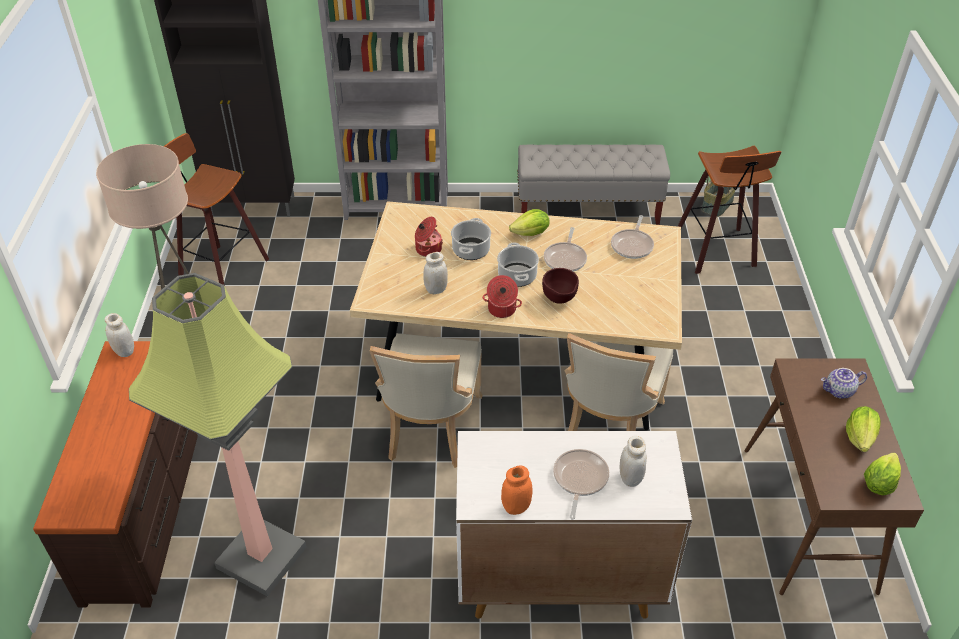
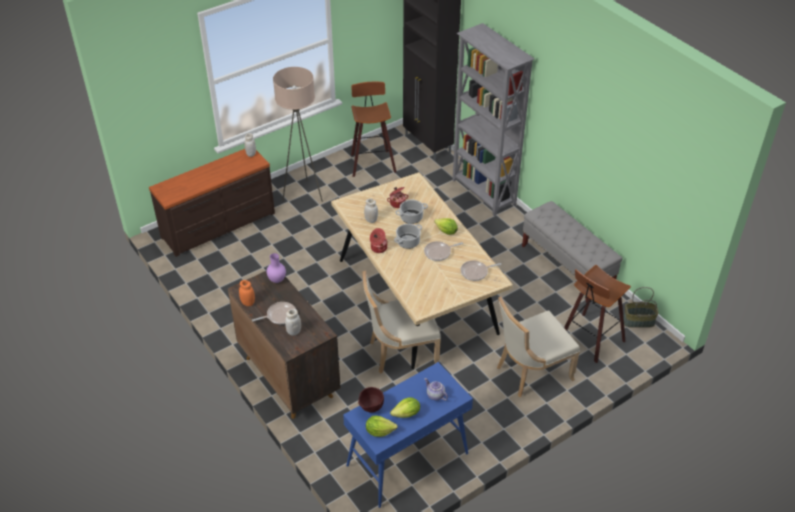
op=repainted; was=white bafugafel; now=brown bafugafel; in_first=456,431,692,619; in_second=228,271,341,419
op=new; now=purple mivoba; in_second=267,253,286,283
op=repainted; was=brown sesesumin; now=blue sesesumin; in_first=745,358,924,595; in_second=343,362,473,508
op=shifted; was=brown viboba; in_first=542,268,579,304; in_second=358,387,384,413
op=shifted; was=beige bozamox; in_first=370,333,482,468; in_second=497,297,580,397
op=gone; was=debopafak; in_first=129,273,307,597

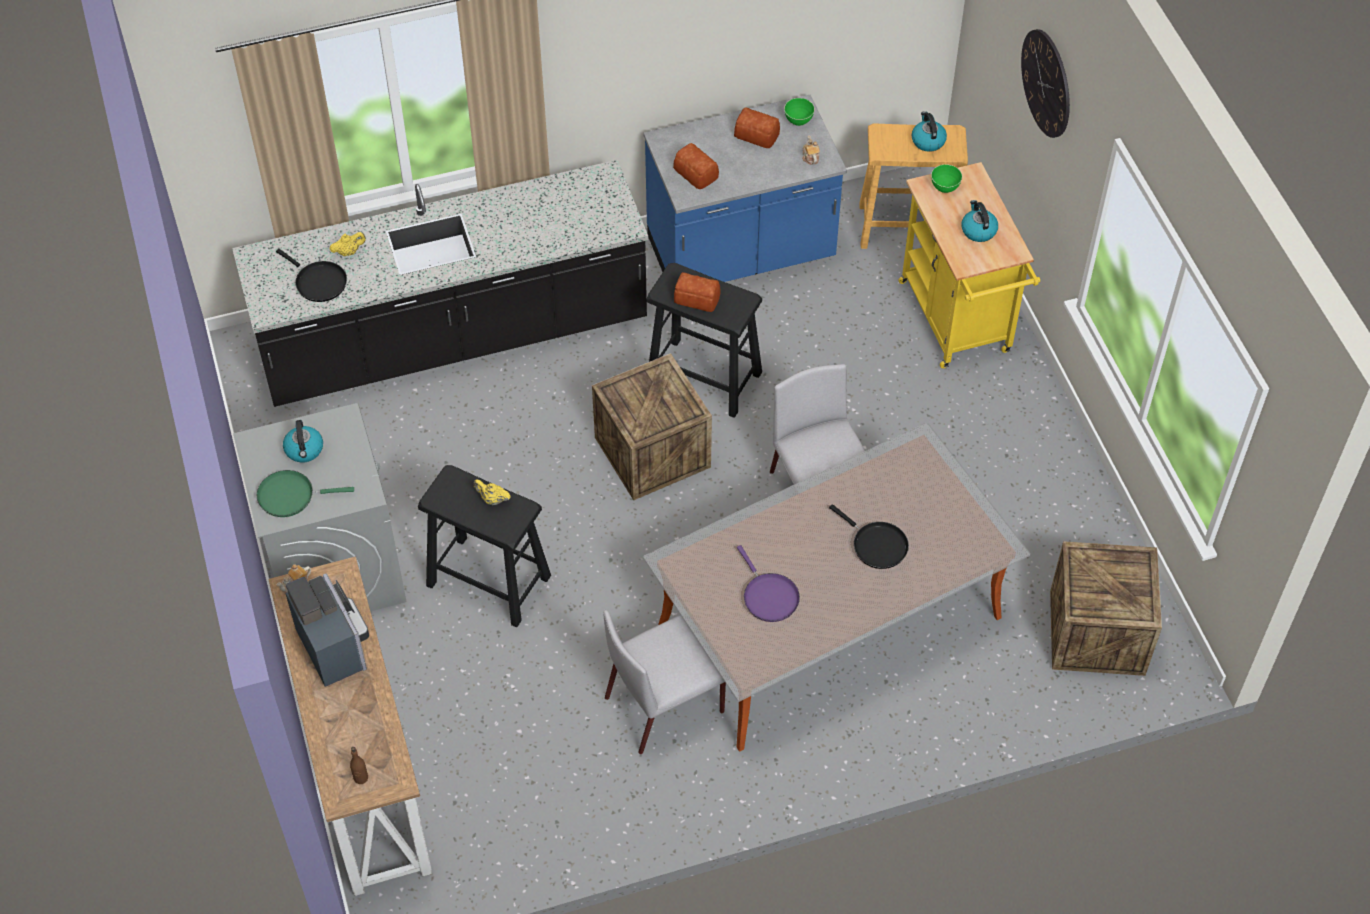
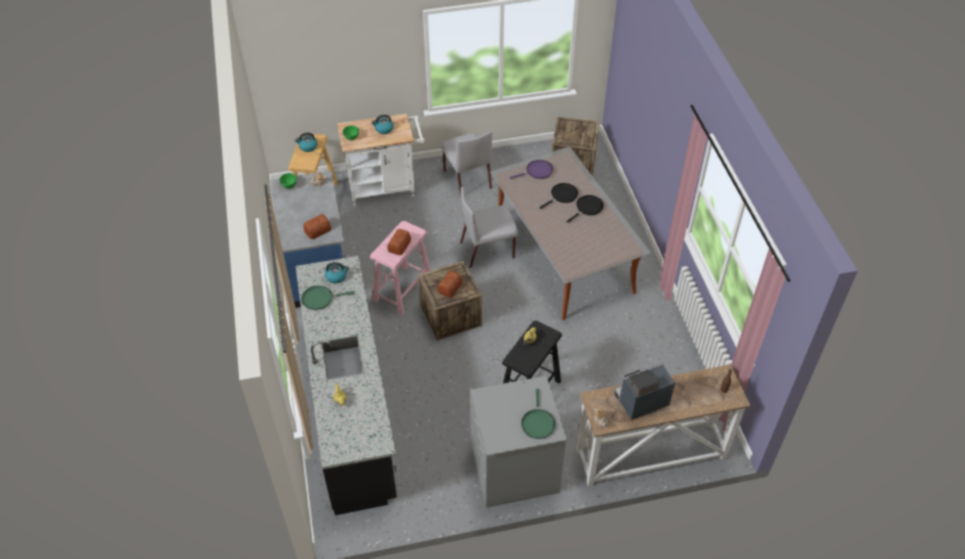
op=new; now=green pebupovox; in_second=301,286,354,310
op=shifted; was=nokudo; in_first=283,420,323,463; in_second=325,262,349,283
op=repainted; was=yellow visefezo; now=white visefezo; in_first=898,162,1040,369; in_second=337,114,425,206
op=repainted; was=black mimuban; now=pink mimuban; in_first=647,263,762,418; in_second=370,221,431,315
op=shifted; was=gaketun; in_first=734,107,780,148; in_second=437,270,462,298
op=shifted; was=grey bozamox; in_first=603,610,726,754; in_second=441,131,492,198
op=shifted; was=purple pebupovox; in_first=737,545,800,622; in_second=509,160,553,179
op=shifted; was=black pebupovox; in_first=276,249,347,302; in_second=566,195,604,223
op=gone; was=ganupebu; in_first=1021,29,1070,138

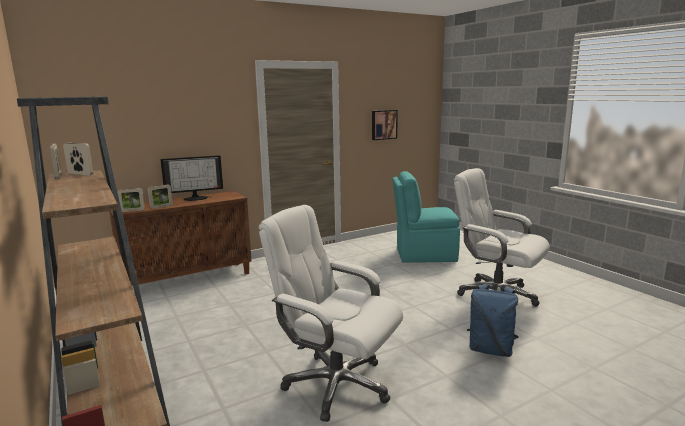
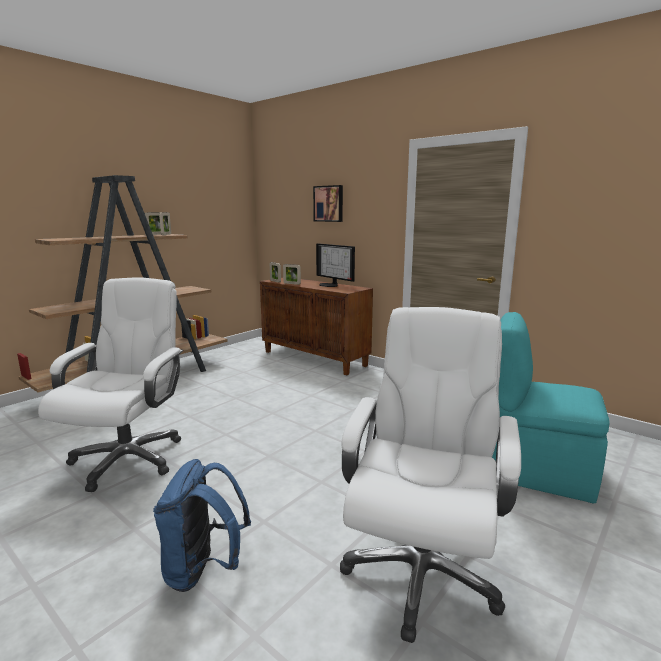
op=shifted; was=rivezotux; in_first=372,110,398,140; in_second=313,185,343,222
op=rotated; was=turquoise bozamox; in_first=392,171,460,263; in_second=492,312,610,504; clockwise=-45

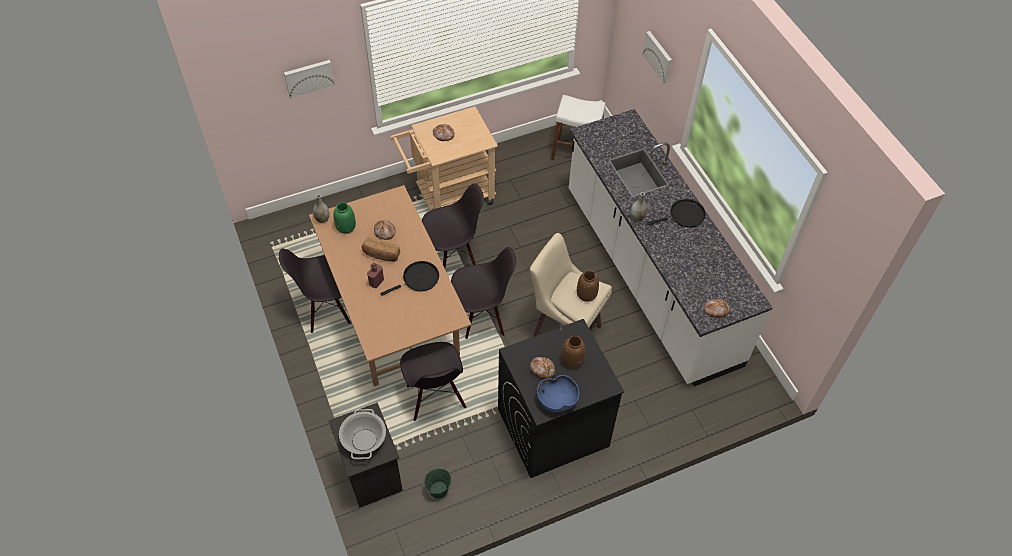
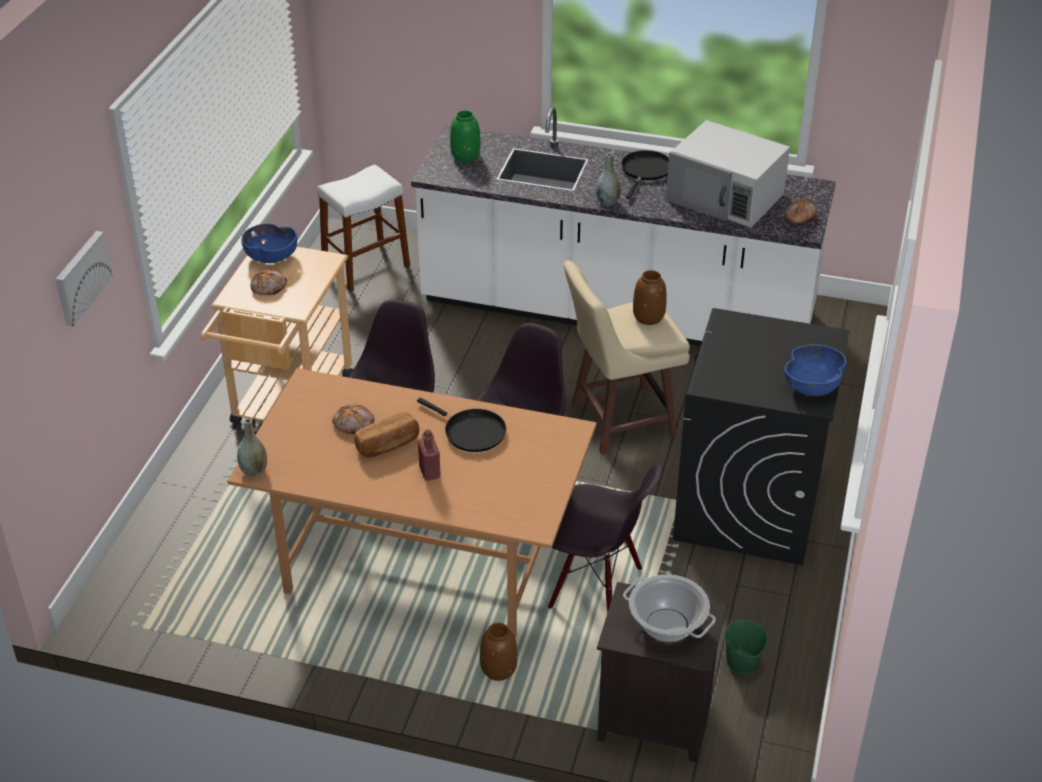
op=new; now=blue viboba; in_second=241,223,297,263
op=rotated; was=black pebupovox; in_first=380,261,439,296; in_second=417,398,506,452; clockwise=120
op=shifted; was=green mivoba; in_first=333,202,356,234; in_second=450,110,481,162
op=shifted; was=brown mivoba; in_first=561,336,586,369; in_second=480,623,517,681
op=new; now=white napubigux; in_second=666,120,790,227
op=gone; was=black bozamox; in_first=279,249,351,333
op=gone; was=gaketun; in_first=530,357,555,379
op=gone; was=rivezotux; in_first=642,31,672,83

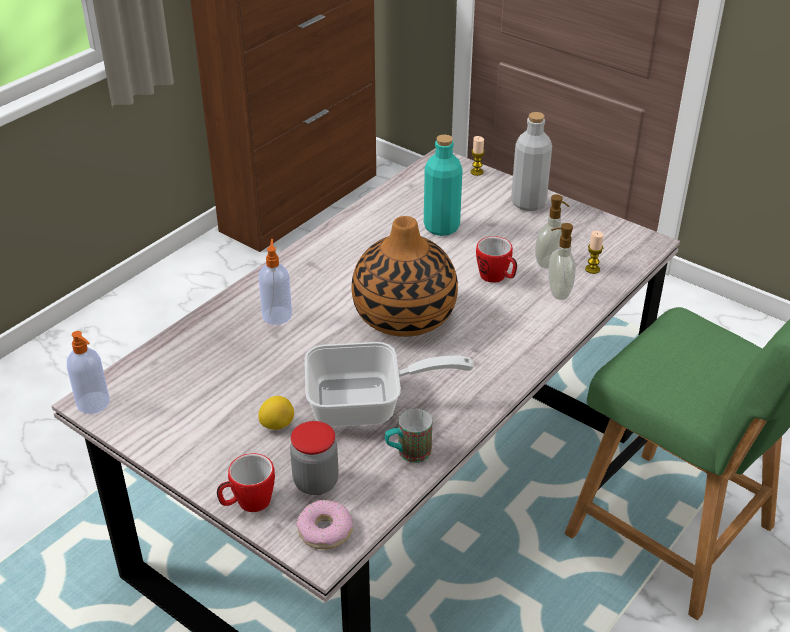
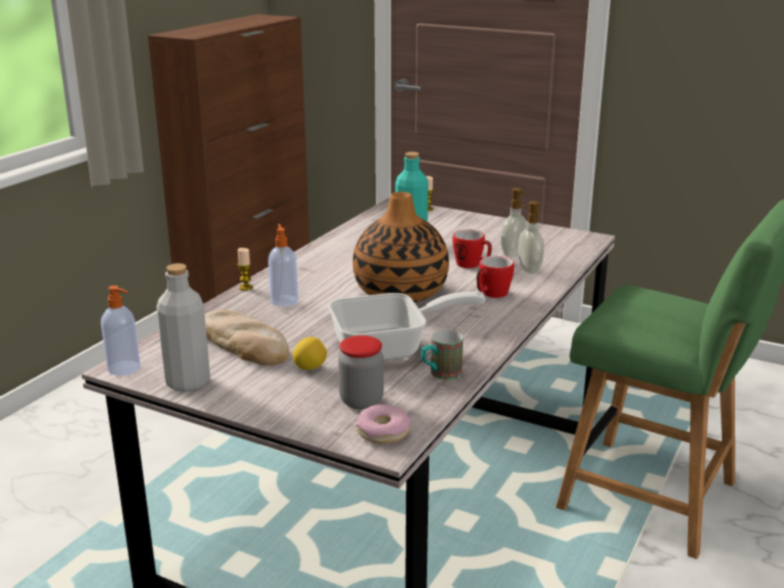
op=shifted; was=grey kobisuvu; in_first=511,112,552,211; in_second=157,263,210,392
op=new; now=gaketun; in_second=205,310,289,366
op=shifted; was=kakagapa; in_first=585,231,604,274; in_second=237,248,253,291
op=shifted; was=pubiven; in_first=217,453,275,512; in_second=477,256,514,298

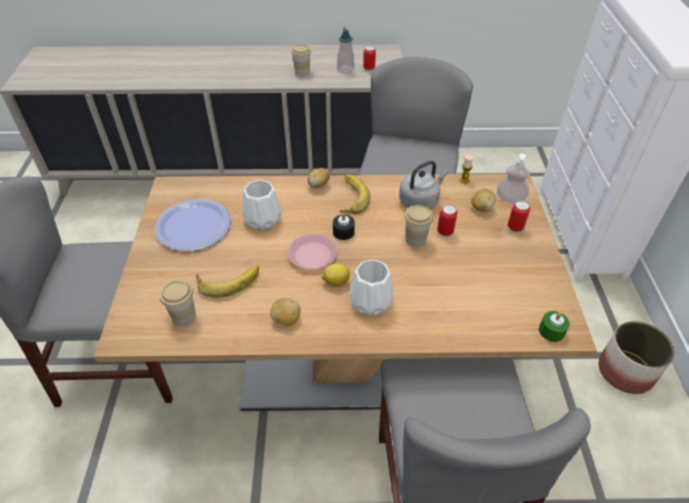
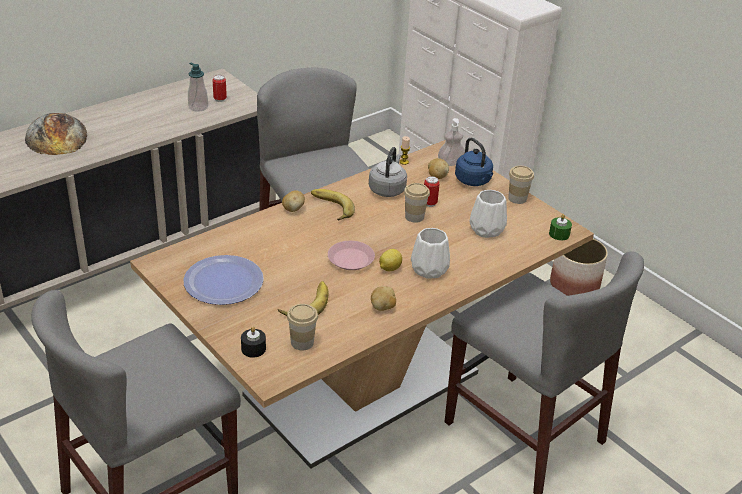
op=new; now=gaketun; in_second=25,113,87,155
op=shifted; was=black kakagapa; in_first=333,213,355,240; in_second=241,327,266,358
op=swapped; was=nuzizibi; now=blue nokudo; in_first=508,201,530,233; in_second=455,138,493,186
op=shifted; was=white mivoba; in_first=243,180,282,230; in_second=470,190,507,238
op=shifted; was=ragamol; in_first=291,44,311,77; in_second=508,166,534,204

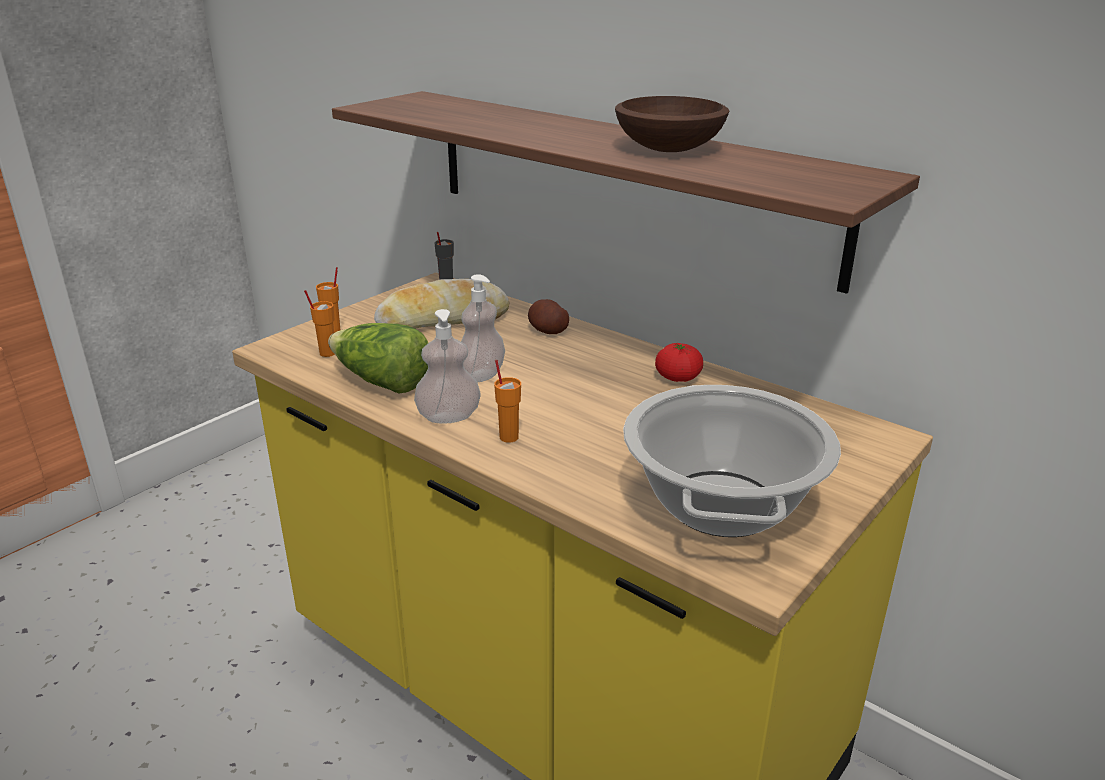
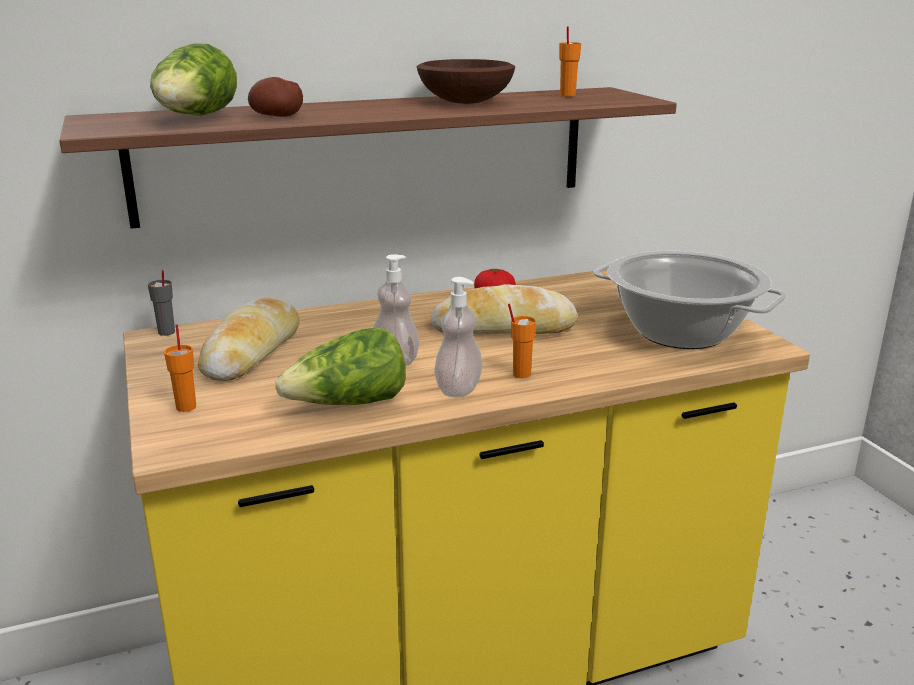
op=new; now=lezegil; in_second=150,43,237,116
op=shifted; was=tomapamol; in_first=528,299,569,334; in_second=248,77,303,117
op=new; now=gaketun; in_second=431,284,578,334
op=shifted; was=orange ragamol; in_first=304,290,335,357; in_second=559,26,581,97

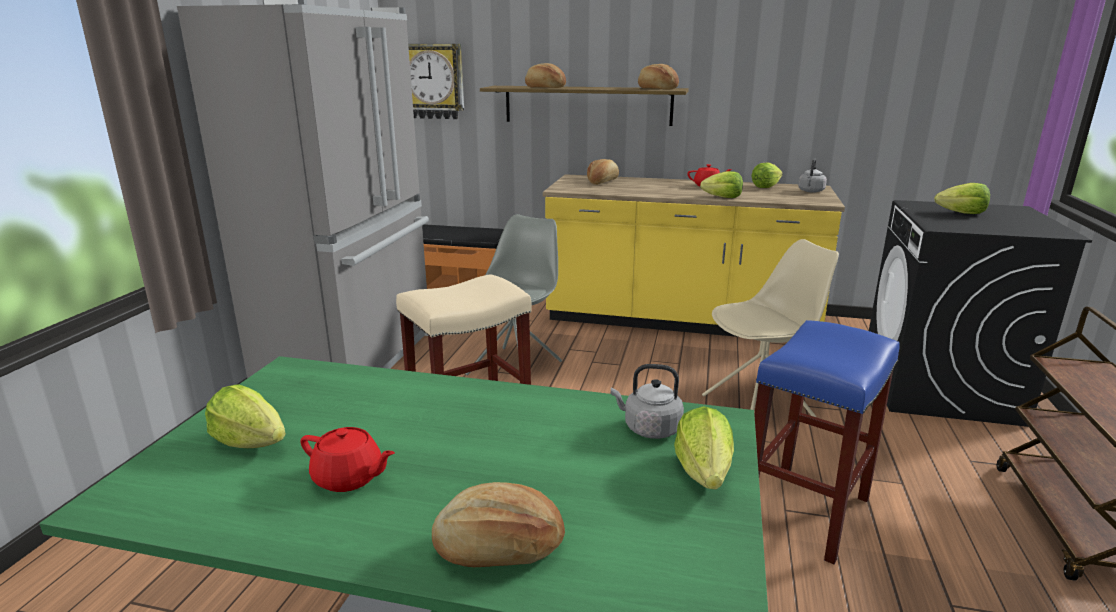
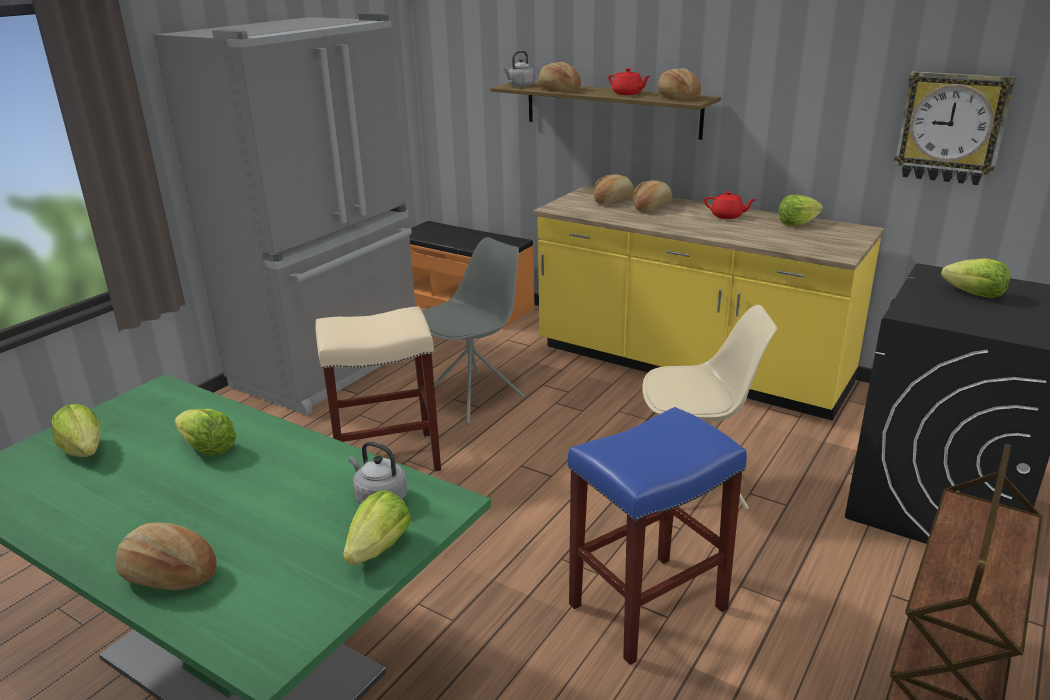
op=shifted; was=lezegil; in_first=700,171,743,198; in_second=174,409,237,456
op=shifted; was=grey nokudo; in_first=798,158,827,193; in_second=504,51,535,87
op=shifted; was=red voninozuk; in_first=300,427,395,492; in_second=608,68,650,95
op=new; now=gaketun; in_second=633,180,672,212
op=shifted; was=ganupebu; in_first=408,44,464,119; in_second=894,71,1016,185

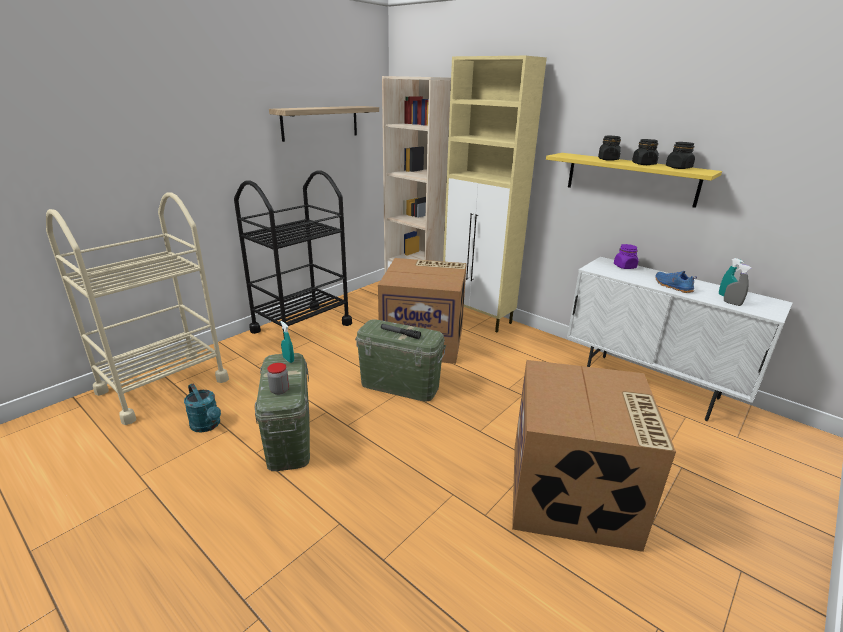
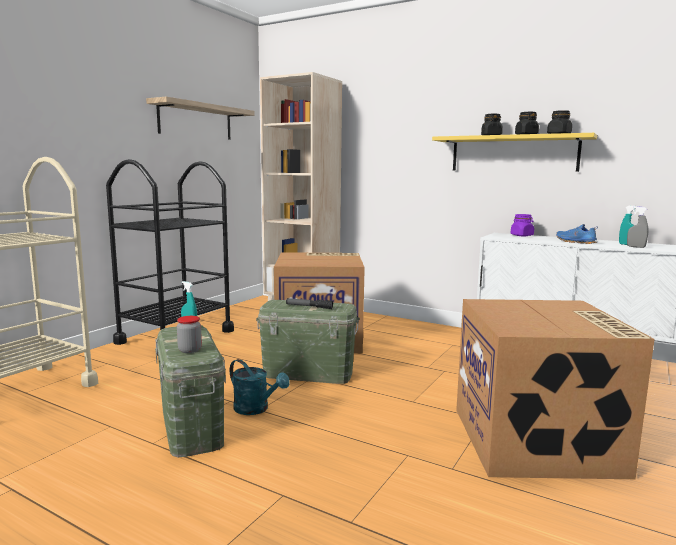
op=shifted; was=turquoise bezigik; in_first=184,384,221,432; in_second=230,359,290,415
op=gone; was=beige bafugafel; in_first=443,56,547,332

